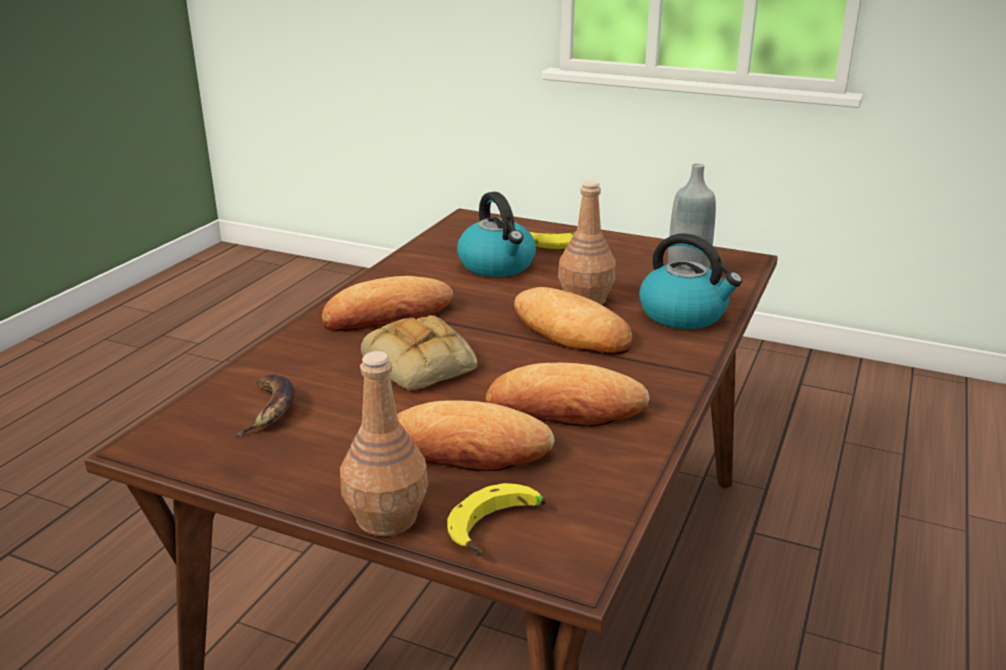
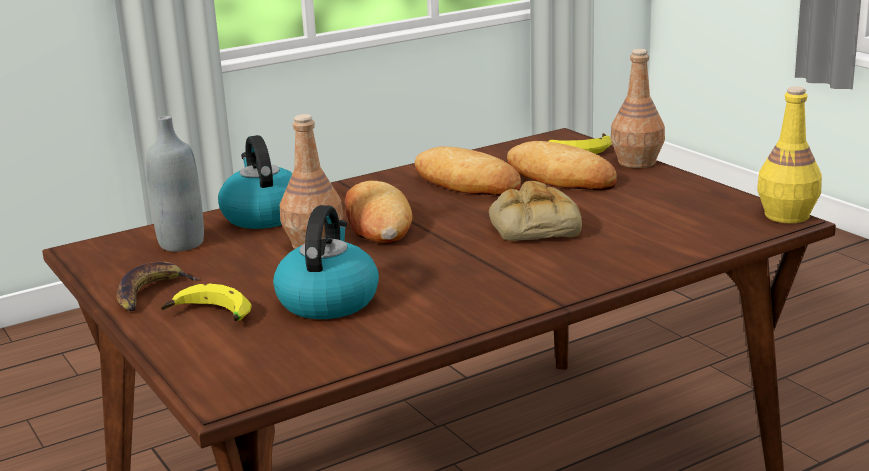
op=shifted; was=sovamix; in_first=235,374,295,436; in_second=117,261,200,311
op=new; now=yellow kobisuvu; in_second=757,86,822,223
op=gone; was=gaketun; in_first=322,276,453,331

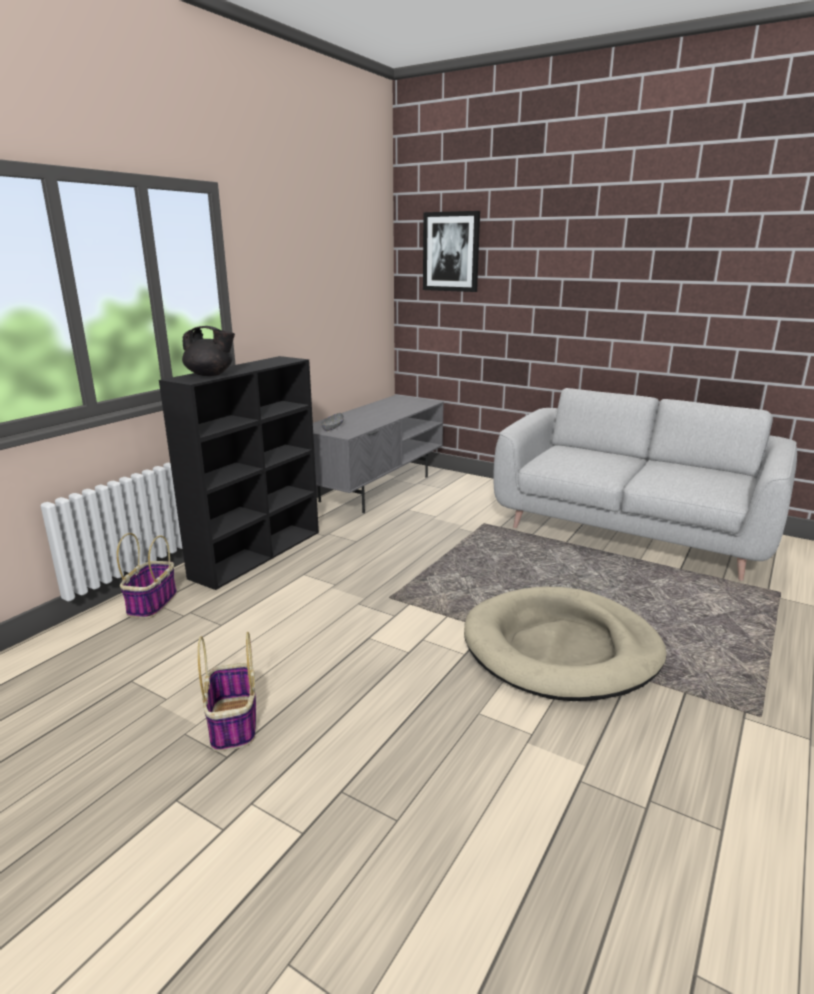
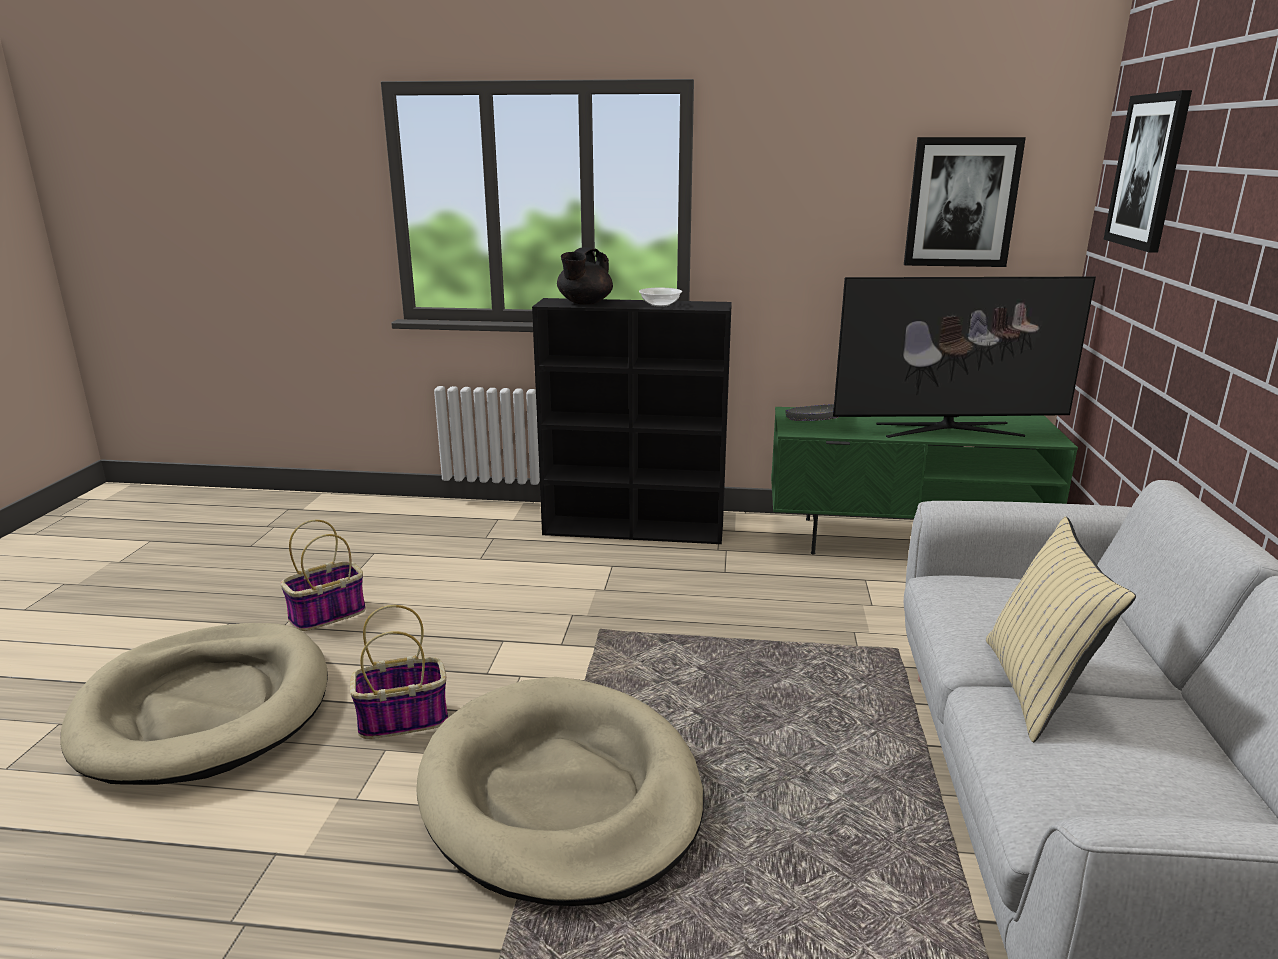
op=new; now=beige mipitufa; in_second=60,623,328,785
op=shifted; was=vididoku; in_first=117,533,177,618; in_second=350,605,448,739
op=rotated; was=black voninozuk; in_first=182,326,235,376; in_second=557,247,613,305; clockwise=45
op=new; now=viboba; in_second=639,288,682,307
op=repainted; was=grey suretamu; now=green suretamu; in_first=313,395,444,513; in_second=771,407,1078,555
op=new; now=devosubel; in_second=833,277,1096,438
op=new; now=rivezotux; in_second=904,137,1026,267
op=new; now=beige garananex; in_second=986,516,1136,742

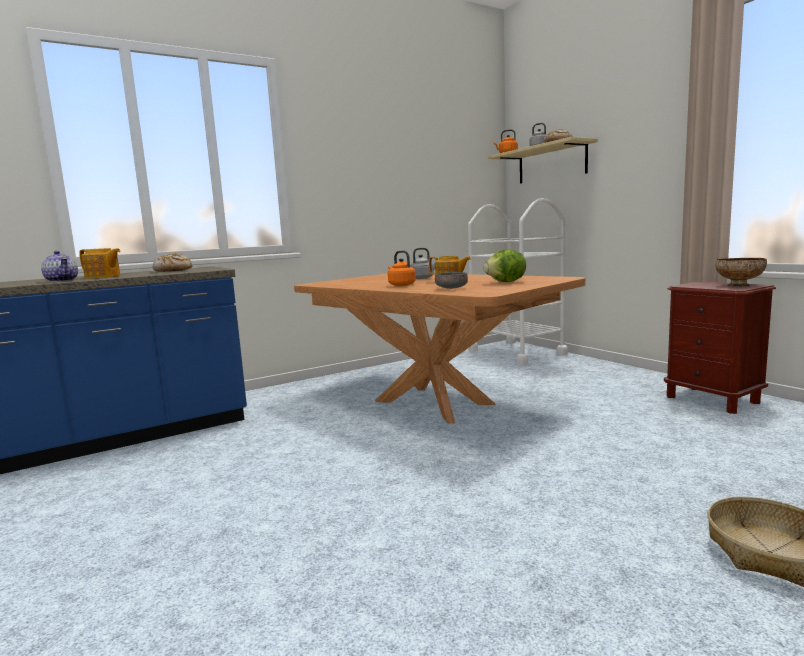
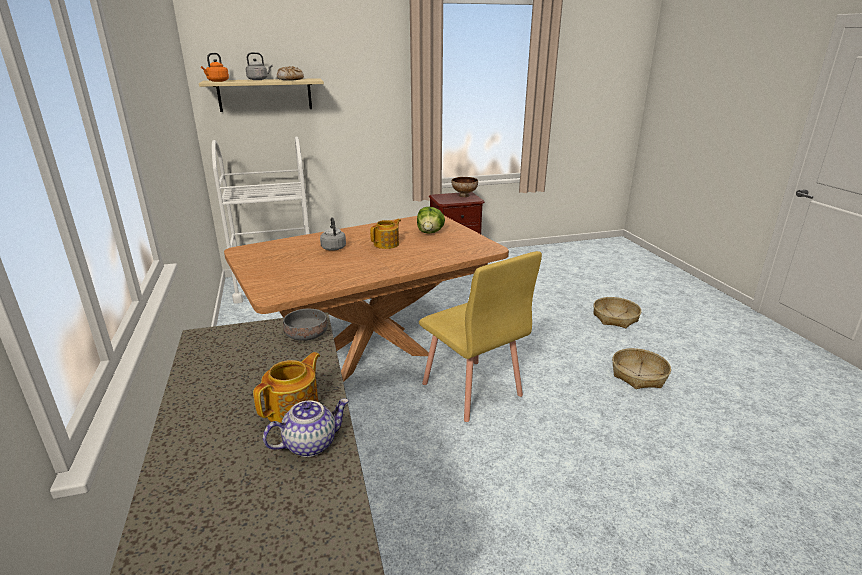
op=shifted; was=grey viboba; in_first=435,272,468,289; in_second=283,309,328,341
op=new; now=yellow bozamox; in_second=419,251,542,422
op=new; now=vididoku; in_second=612,348,671,389
op=gone; was=gaketun; in_first=153,253,192,272
op=gone; was=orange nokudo; in_first=388,250,416,286

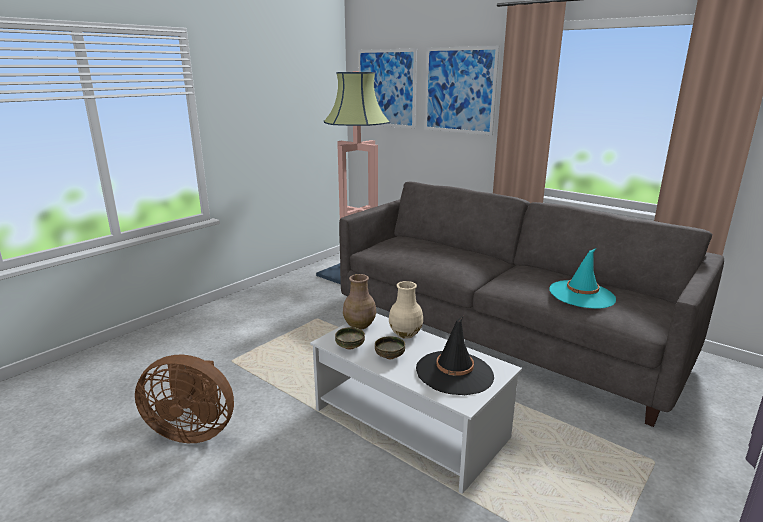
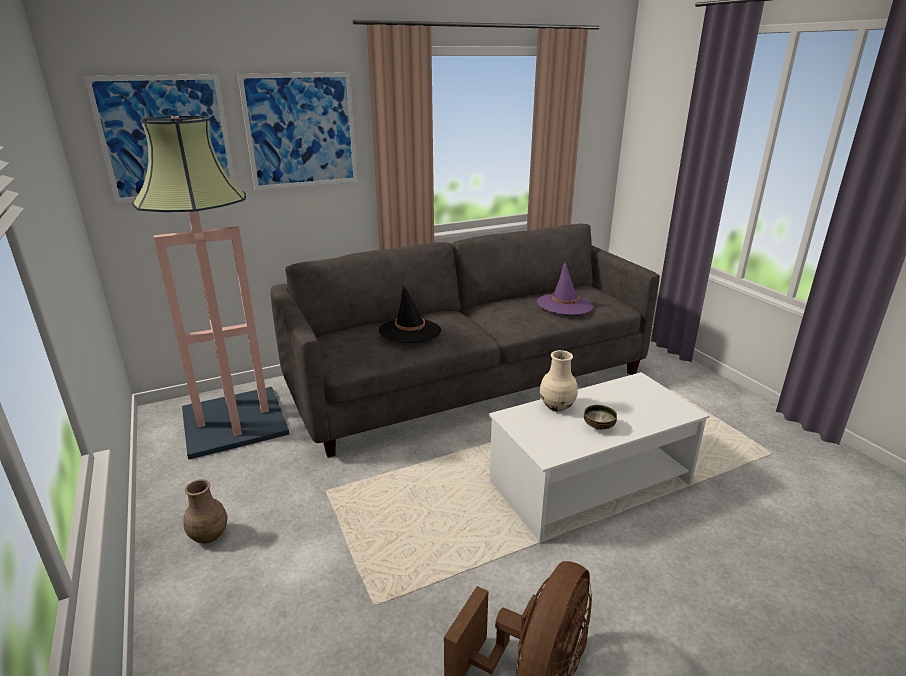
op=shifted; was=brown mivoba; in_first=343,274,376,330; in_second=183,479,227,544
op=shifted; was=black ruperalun; in_first=416,316,494,395; in_second=379,284,441,343
op=repainted; was=turquoise ruperalun; now=purple ruperalun; in_first=549,249,616,309; in_second=536,262,593,315
op=gone; was=viboba; in_first=335,327,365,350

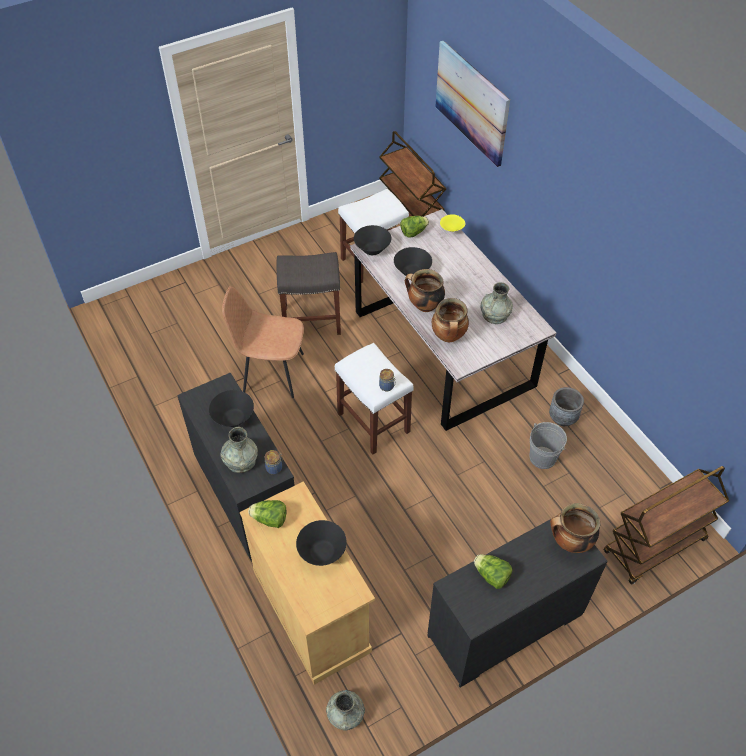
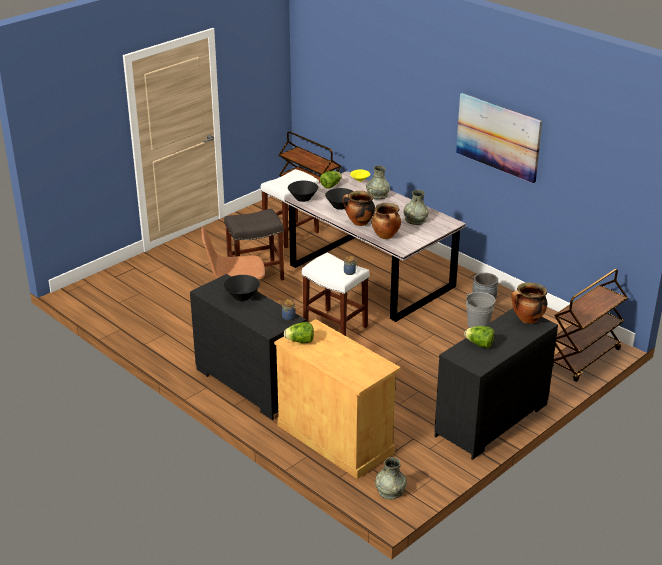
op=shifted; was=grey mivoba; in_first=220,427,258,473; in_second=366,165,390,199
op=shifted; was=rivezotux; in_first=436,40,510,167; in_second=456,93,542,183
op=gone; was=black viboba; in_first=296,520,347,566

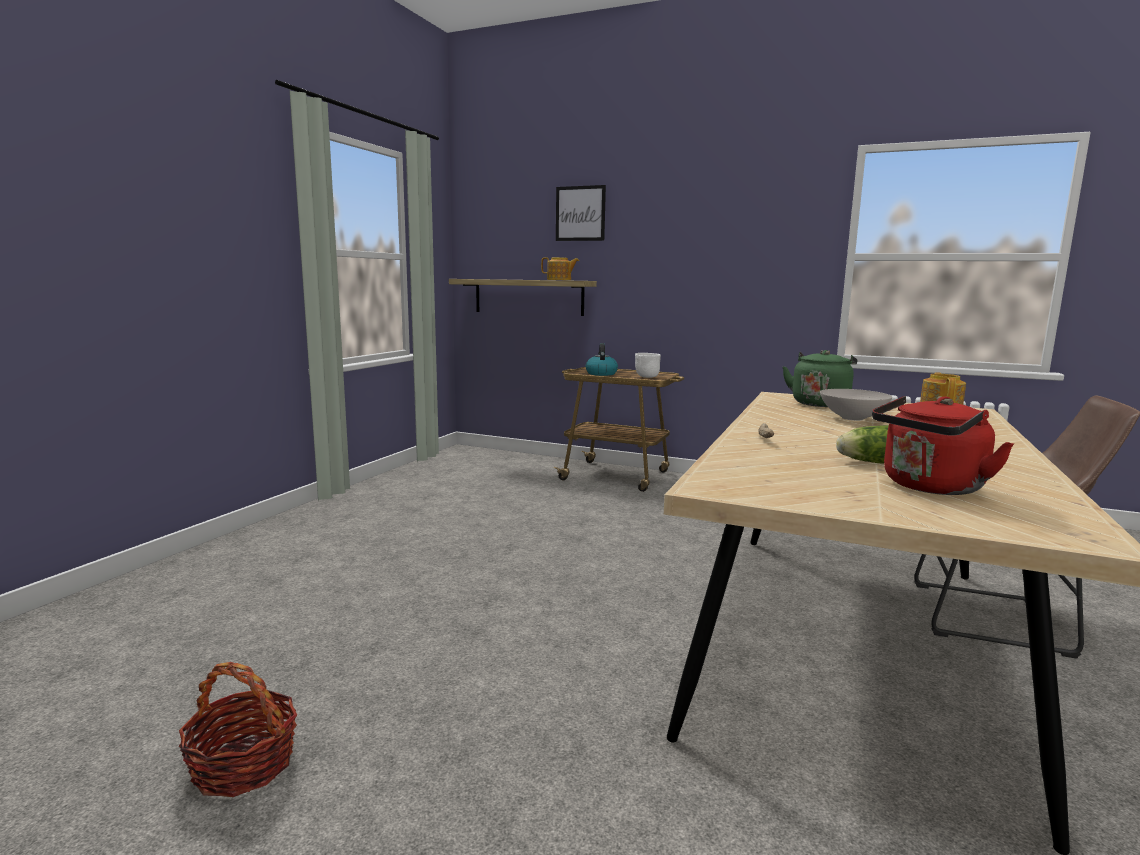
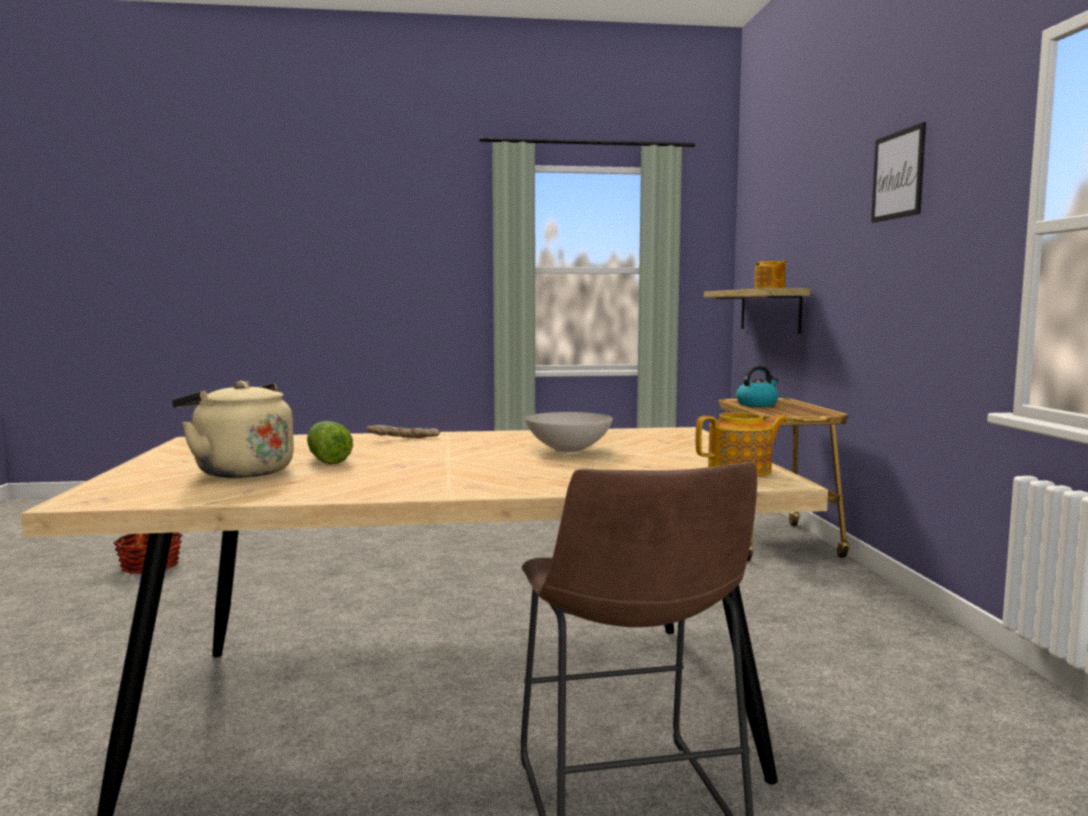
op=repainted; was=red nokudo; now=beige nokudo; in_first=872,396,1014,495; in_second=172,381,294,478
op=shifted; was=rivezotux; in_first=556,185,606,241; in_second=871,122,926,223
op=gone; was=white viboba; in_first=635,353,661,378
op=gone; was=green nokudo; in_first=782,350,857,407

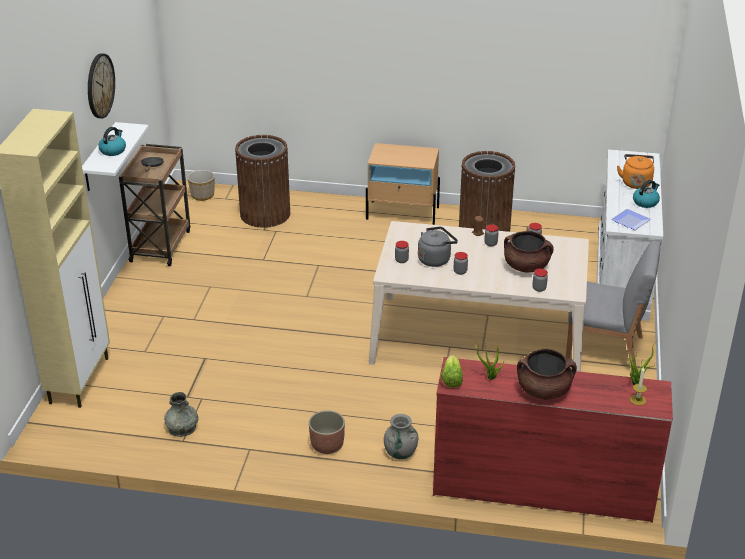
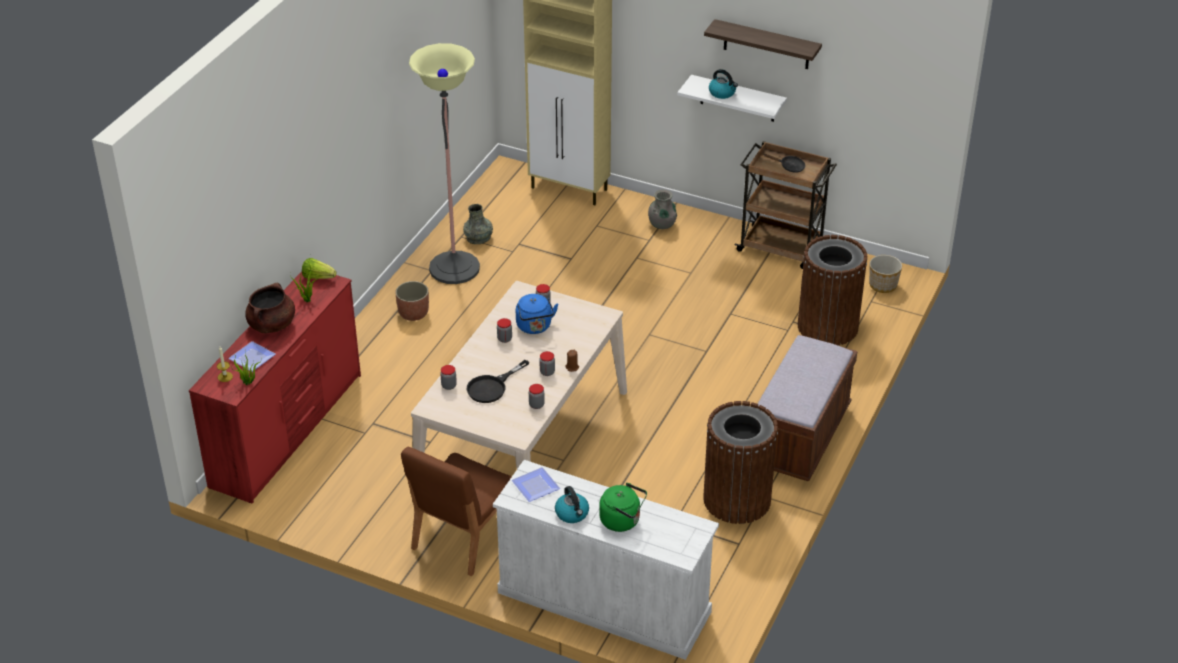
op=new; now=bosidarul; in_second=228,341,276,372
op=repainted; was=grey bozamox; now=brown bozamox; in_first=566,241,661,374; in_second=401,447,512,576
op=new; now=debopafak; in_second=409,43,480,284
op=swapped; was=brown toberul; now=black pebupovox; in_first=504,231,553,273; in_second=467,360,529,403
op=repainted; was=grey nokudo; now=blue nokudo; in_first=418,227,458,267; in_second=516,294,558,334
op=repainted; was=orange nokudo; now=green nokudo; in_first=617,154,654,189; in_second=599,483,647,532
op=shifted; was=grey mivoba; in_first=384,414,419,459; in_second=648,190,677,229
op=swapped; was=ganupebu; now=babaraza; in_first=88,53,115,118; in_second=704,19,822,69
op=swapped; was=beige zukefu; now=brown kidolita; in_first=366,143,440,225; in_second=758,335,857,481

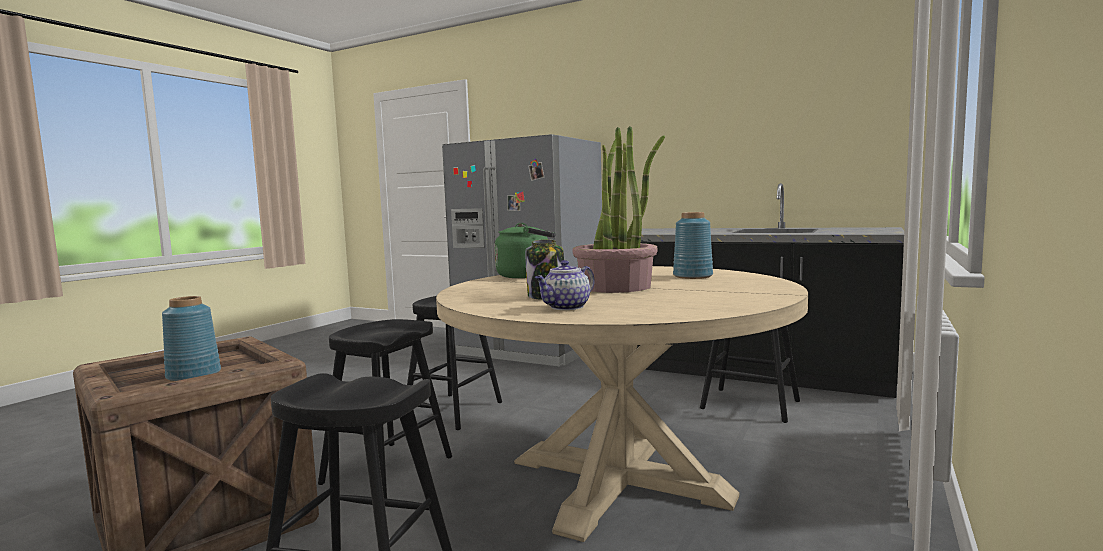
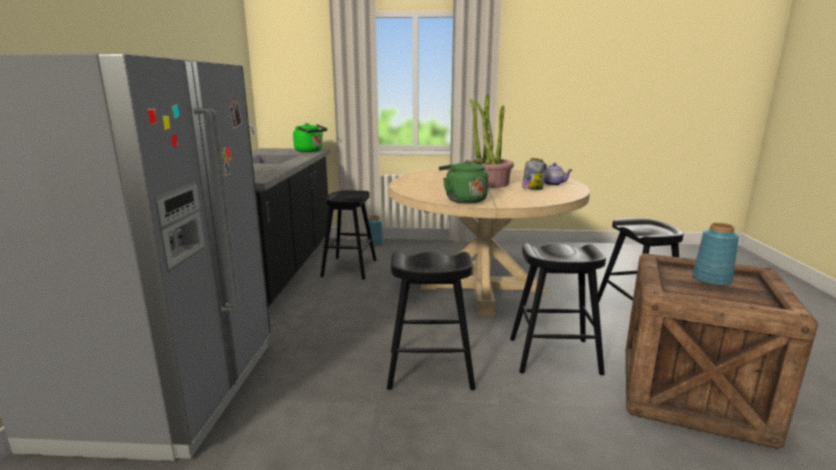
op=new; now=green nokudo; in_second=293,123,327,152
op=shifted; was=blue mivoba; in_first=673,212,713,279; in_second=366,215,384,246

